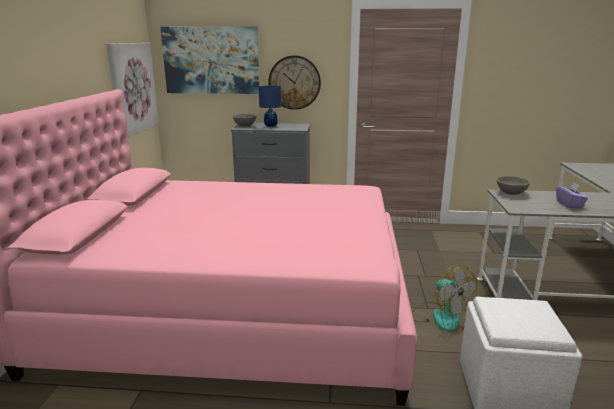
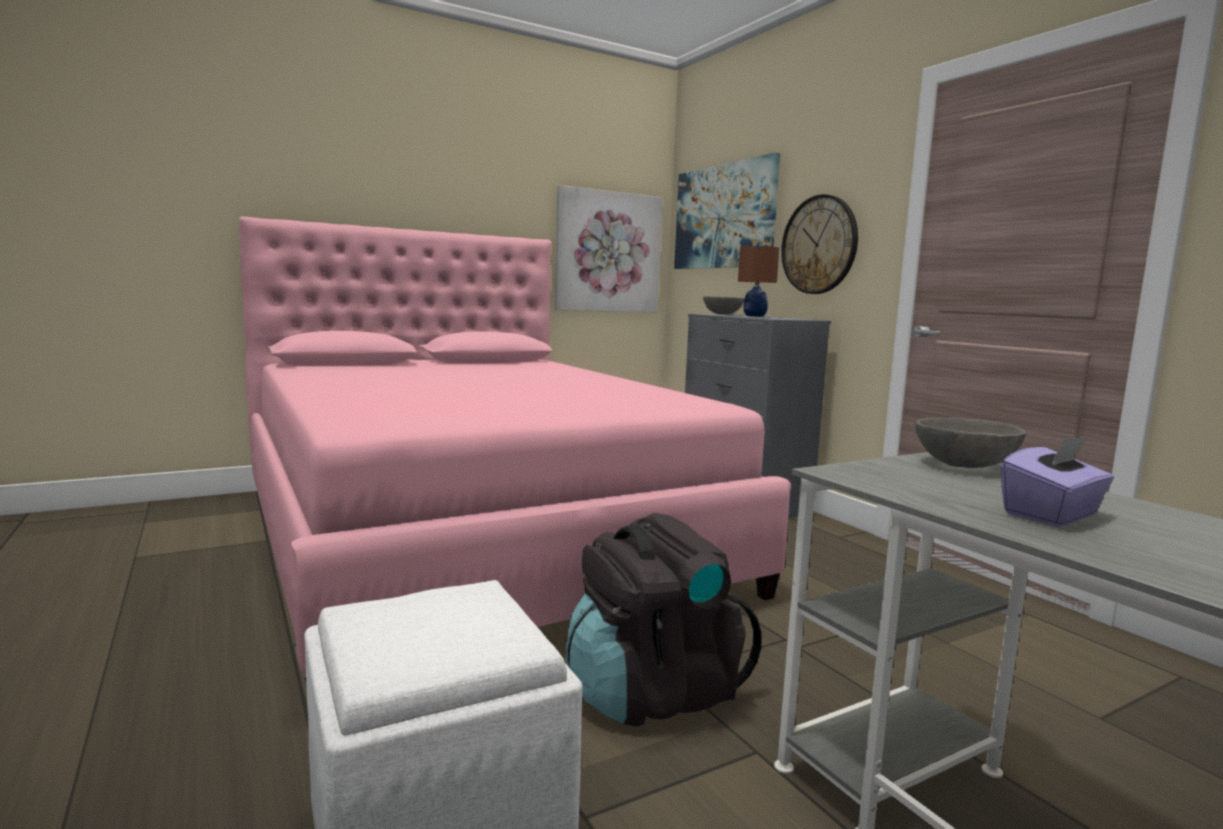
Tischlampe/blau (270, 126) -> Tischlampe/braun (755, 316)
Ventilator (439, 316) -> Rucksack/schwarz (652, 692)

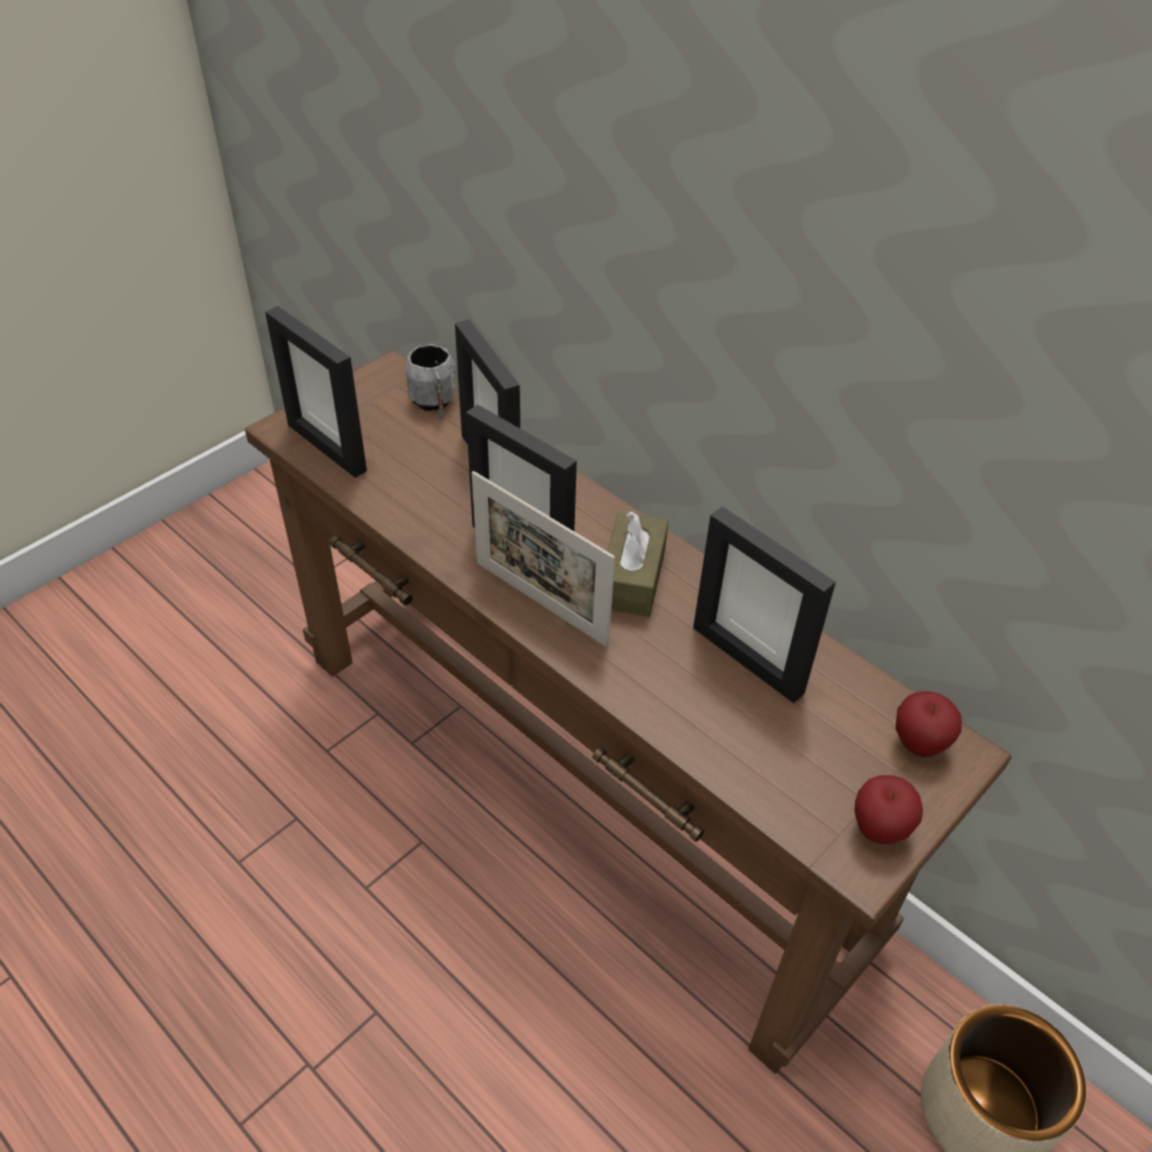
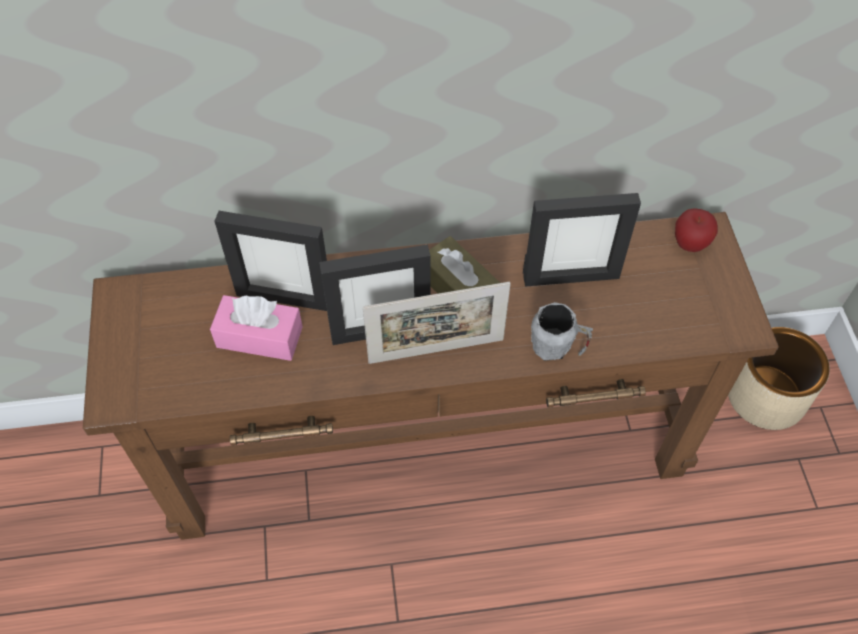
Bilderrahmen (328, 446) -> none
Henkelbecher/grau (434, 404) -> Henkelbecher/grau (557, 348), moved
Apfel (879, 830) -> none
none -> Taschentuchbox/rosa (259, 337)

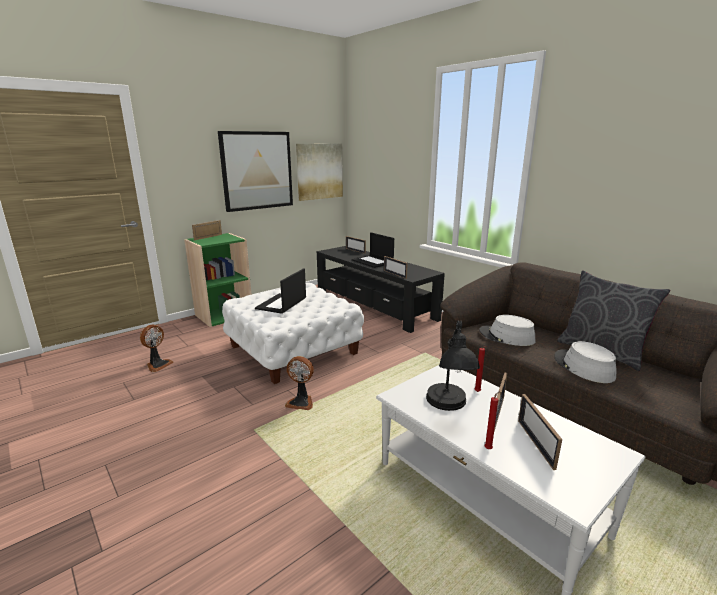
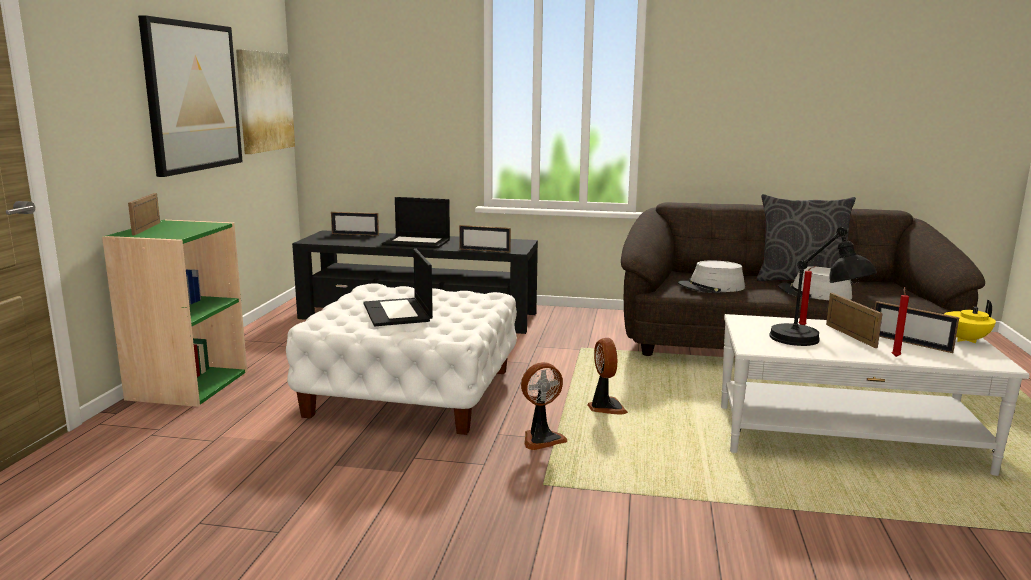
Ventilator (158, 365) -> Ventilator (605, 407), moved
none -> Teekanne/gelb (964, 340)

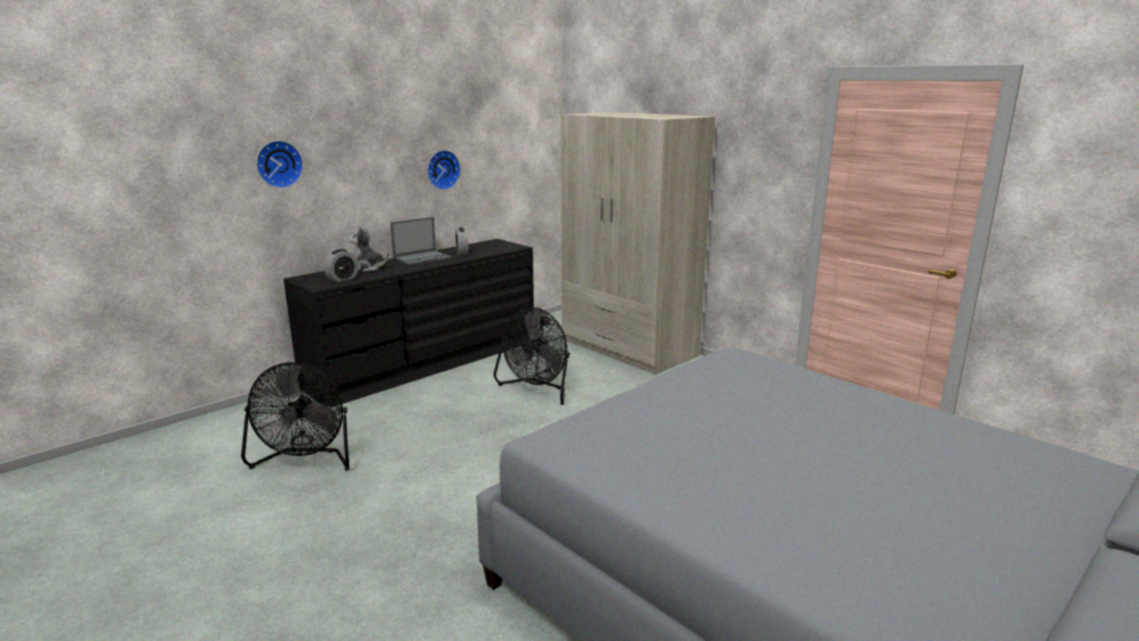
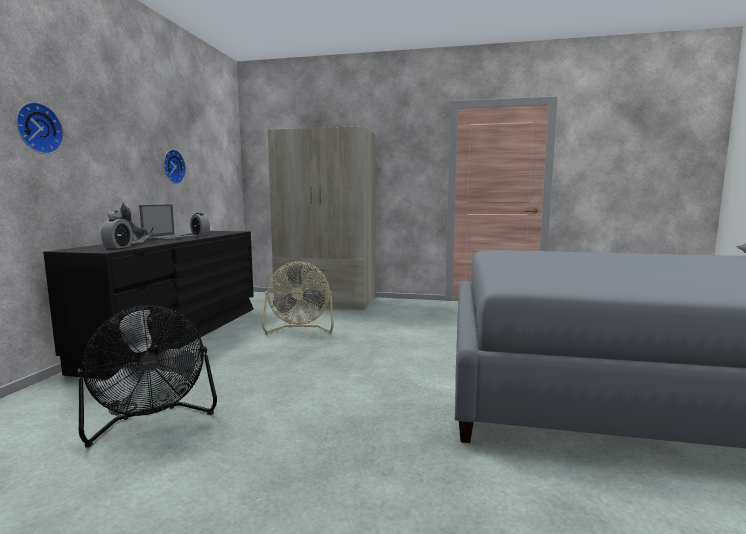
Ventilator/schwarz (537, 388) -> Ventilator/beige (298, 329)

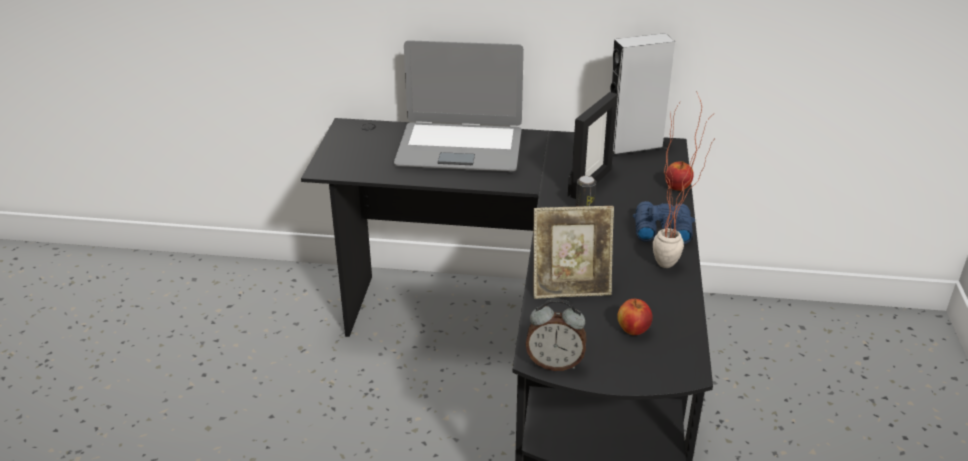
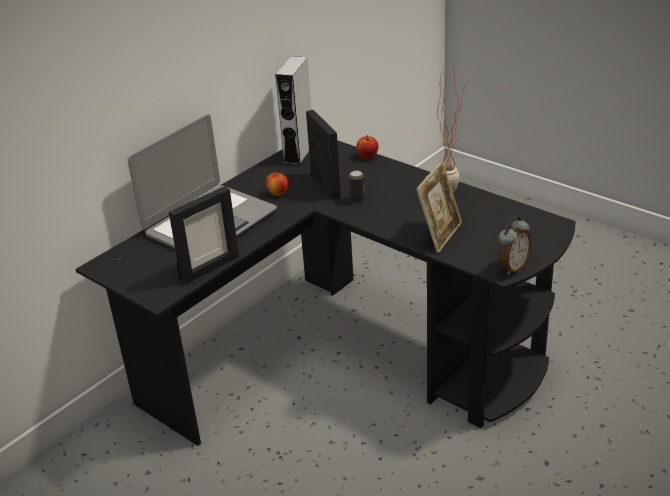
Fernglas/blau (661, 229) -> none
Apfel (633, 330) -> Apfel (278, 193), moved
none -> Bilderrahmen (209, 268)

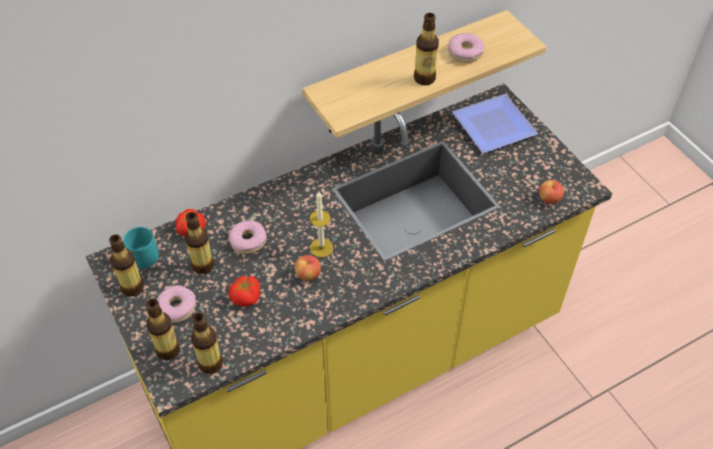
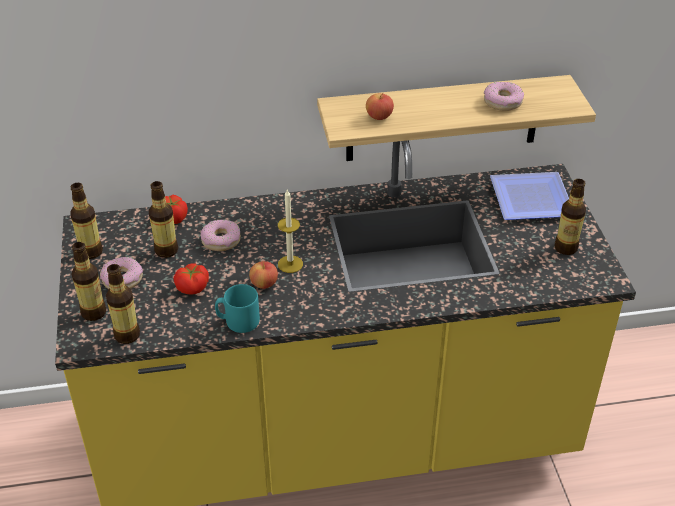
Flasche (424, 78) -> Flasche (566, 248), moved
Apfel (549, 199) -> Apfel (379, 116), moved
Henkelbecher/türkis (140, 258) -> Henkelbecher/türkis (238, 321), moved

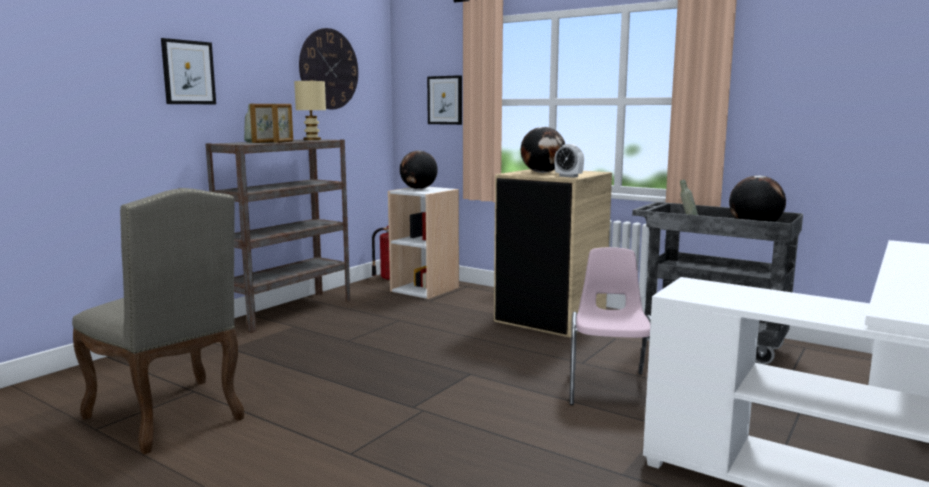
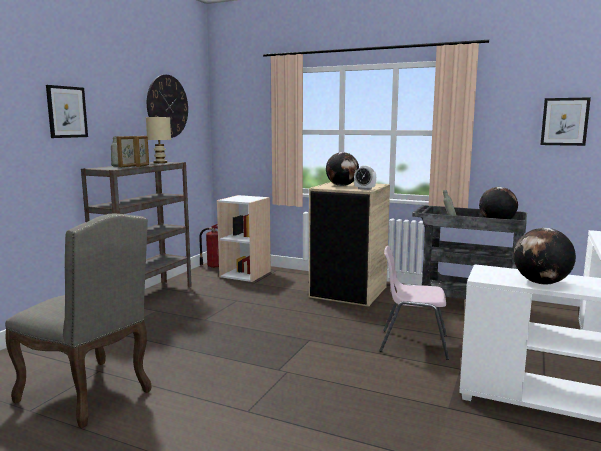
Bild (445, 100) -> Bild (564, 121), moved
Globus (418, 189) -> Globus (541, 283), moved
Stuhl/rosa (609, 388) -> Stuhl/rosa (412, 343), 75 degrees counterclockwise

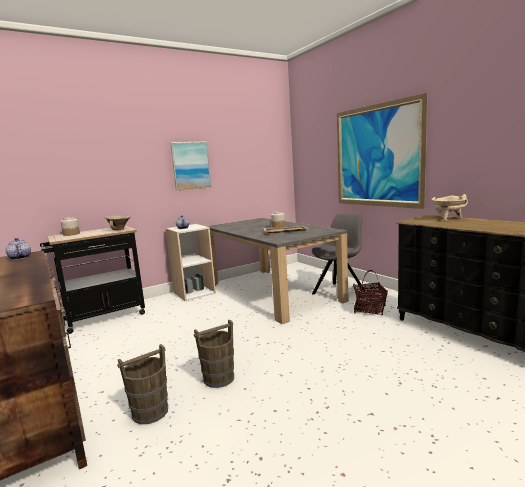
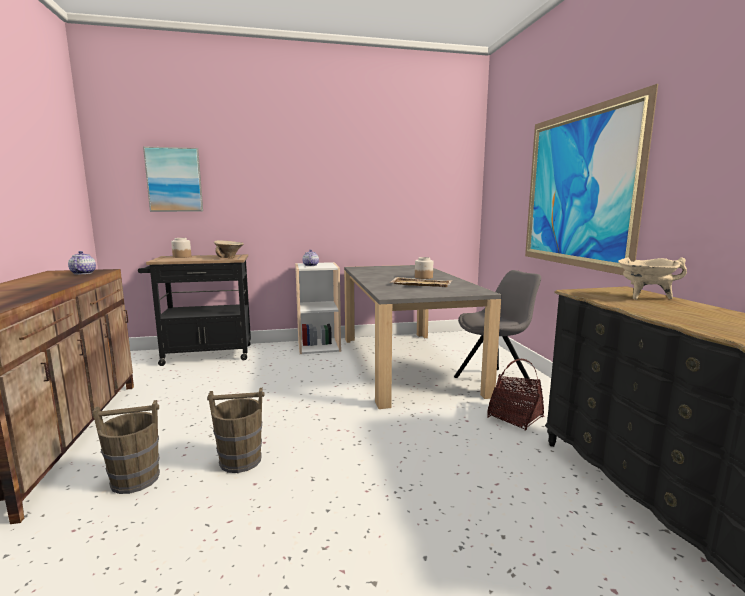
Bild (190, 165) -> Bild (174, 180), moved

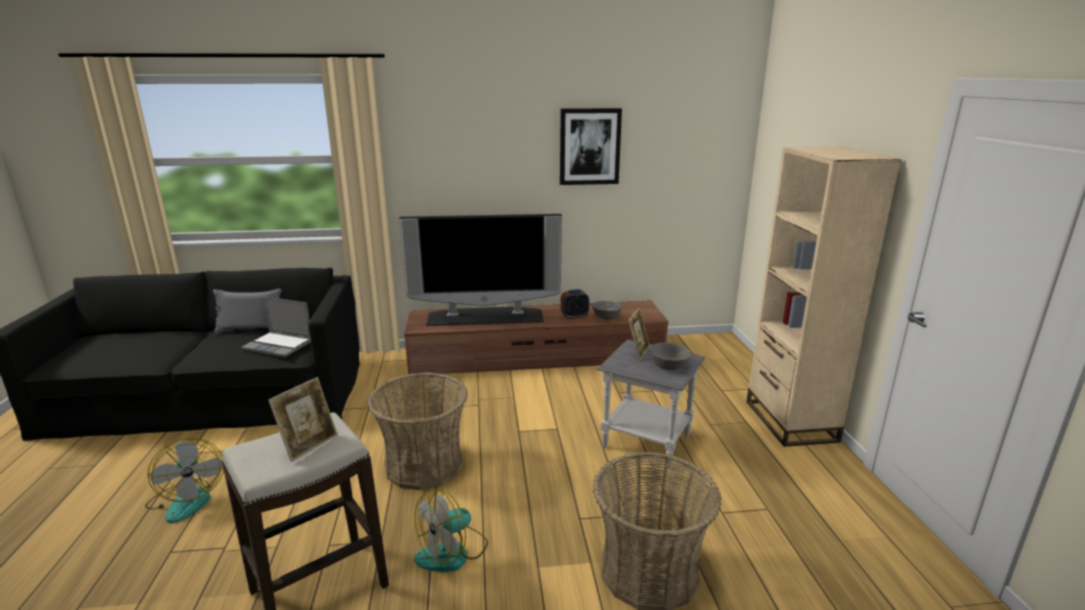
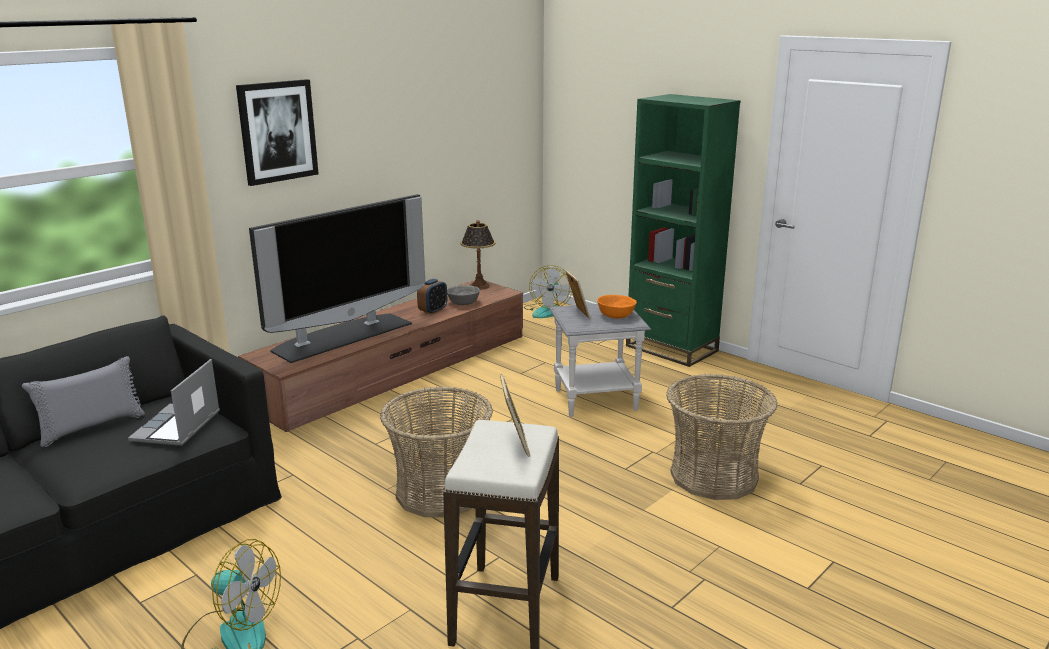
Bild (589, 146) -> Bild (277, 131), moved
Bücherregal/beige (790, 421) -> Bücherregal/grün (671, 348)
Laptop (279, 345) -> Laptop (177, 427), 120 degrees clockwise
Schüssel/grau (669, 365) -> Schüssel/orange (616, 315)
Ventilator (452, 552) -> Ventilator (547, 311), moved
none -> Tischlampe (479, 286)

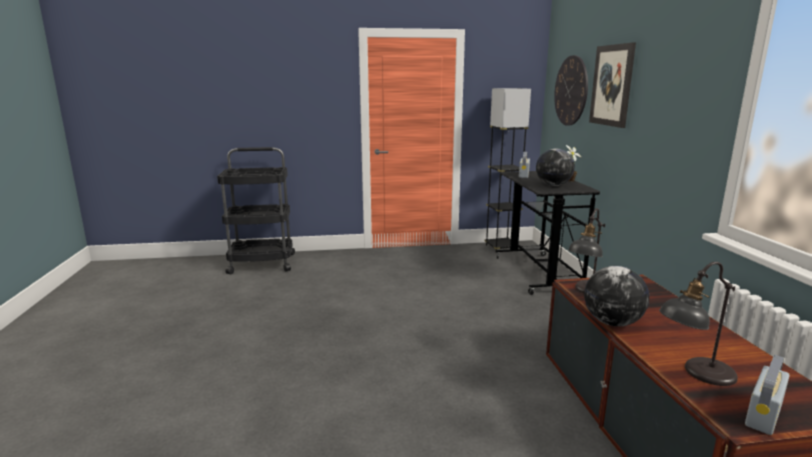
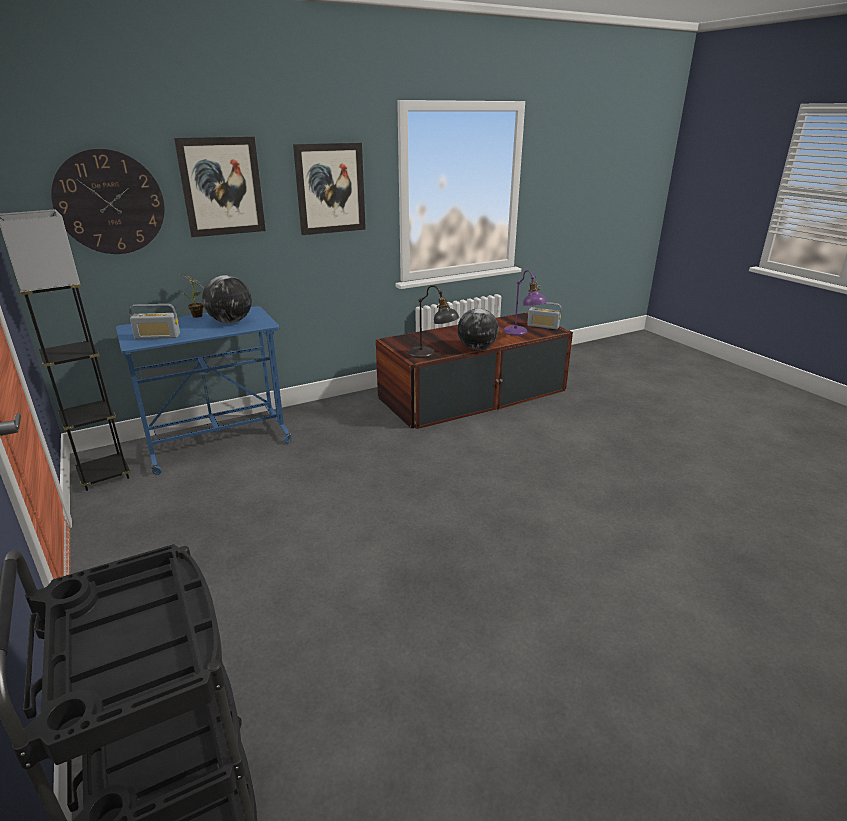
Schreibtisch/schwarz (538, 273) -> Schreibtisch/blau (219, 441)
Tischlampe/grau (694, 375) -> Tischlampe/lila (522, 334)
none -> Bild (330, 188)

